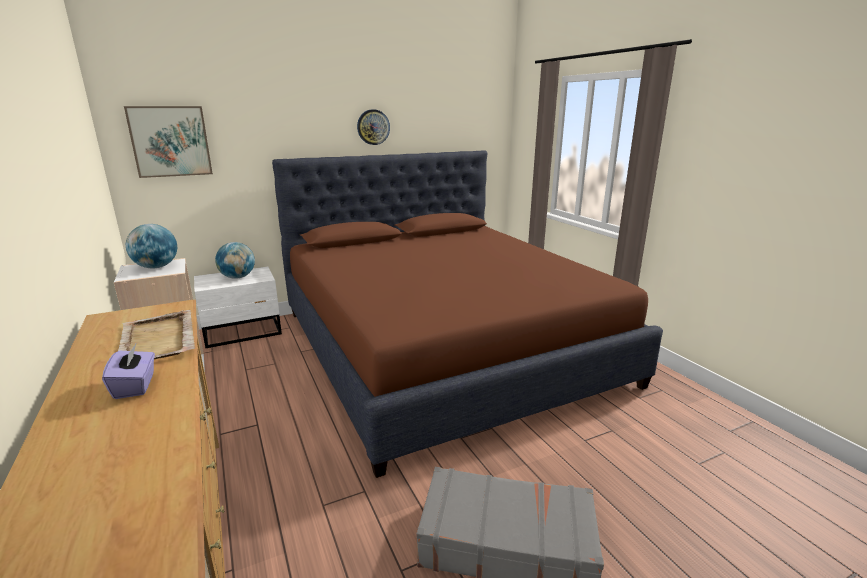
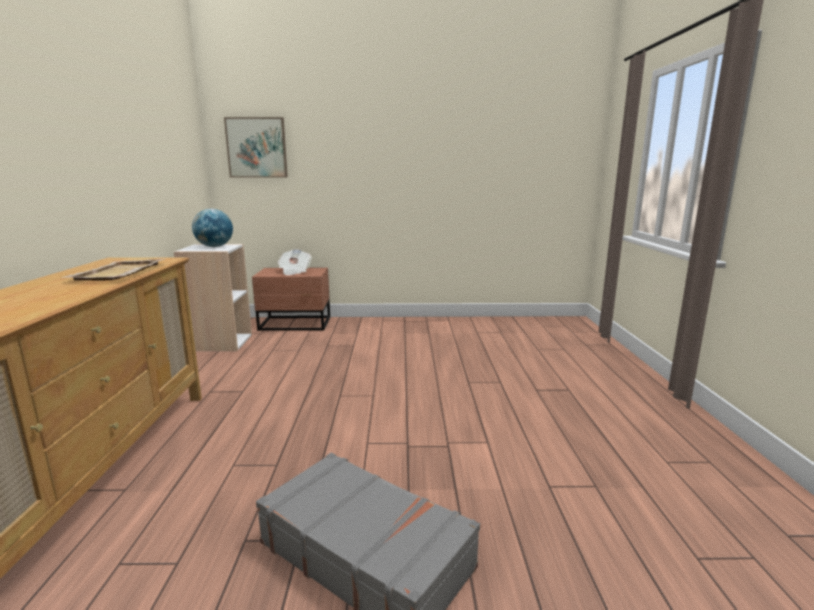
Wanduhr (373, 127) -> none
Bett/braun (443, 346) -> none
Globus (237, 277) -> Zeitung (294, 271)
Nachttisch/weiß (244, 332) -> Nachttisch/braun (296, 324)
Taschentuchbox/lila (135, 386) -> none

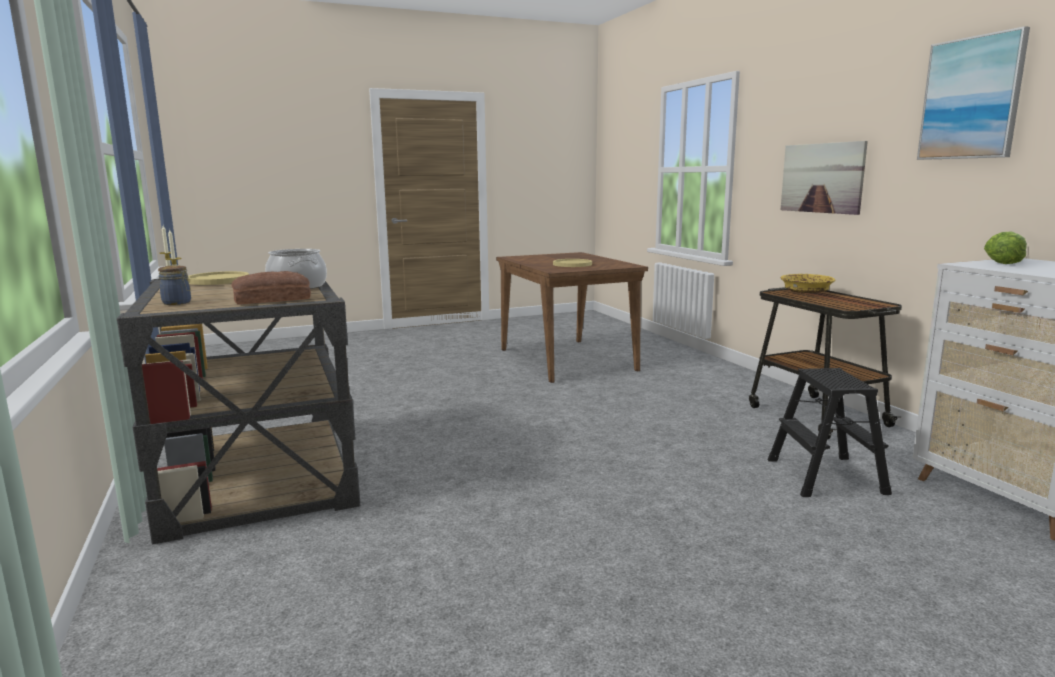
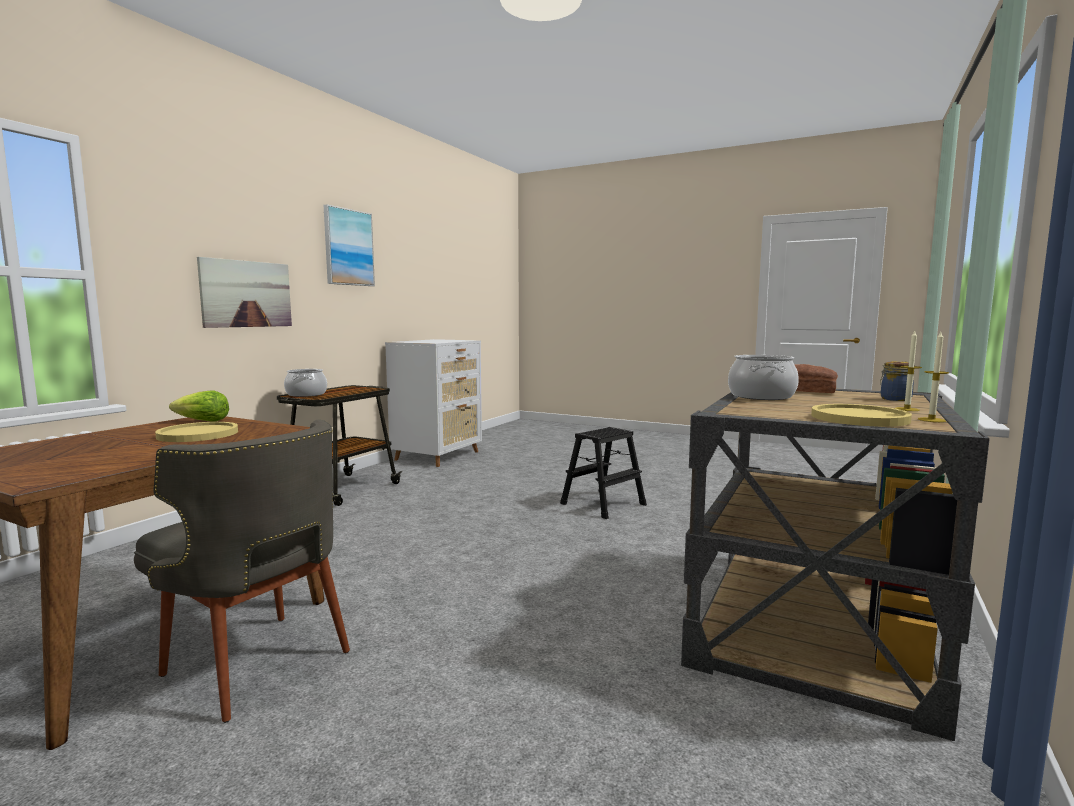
Salatkopf (1004, 262) -> Salatkopf (201, 421), moved
Schüssel/gelb (806, 291) -> Kochtopf (306, 394)
Trittleiter/schwarz (826, 476) -> Trittleiter/schwarz (603, 504), moved
none -> Stuhl/grau (257, 663)

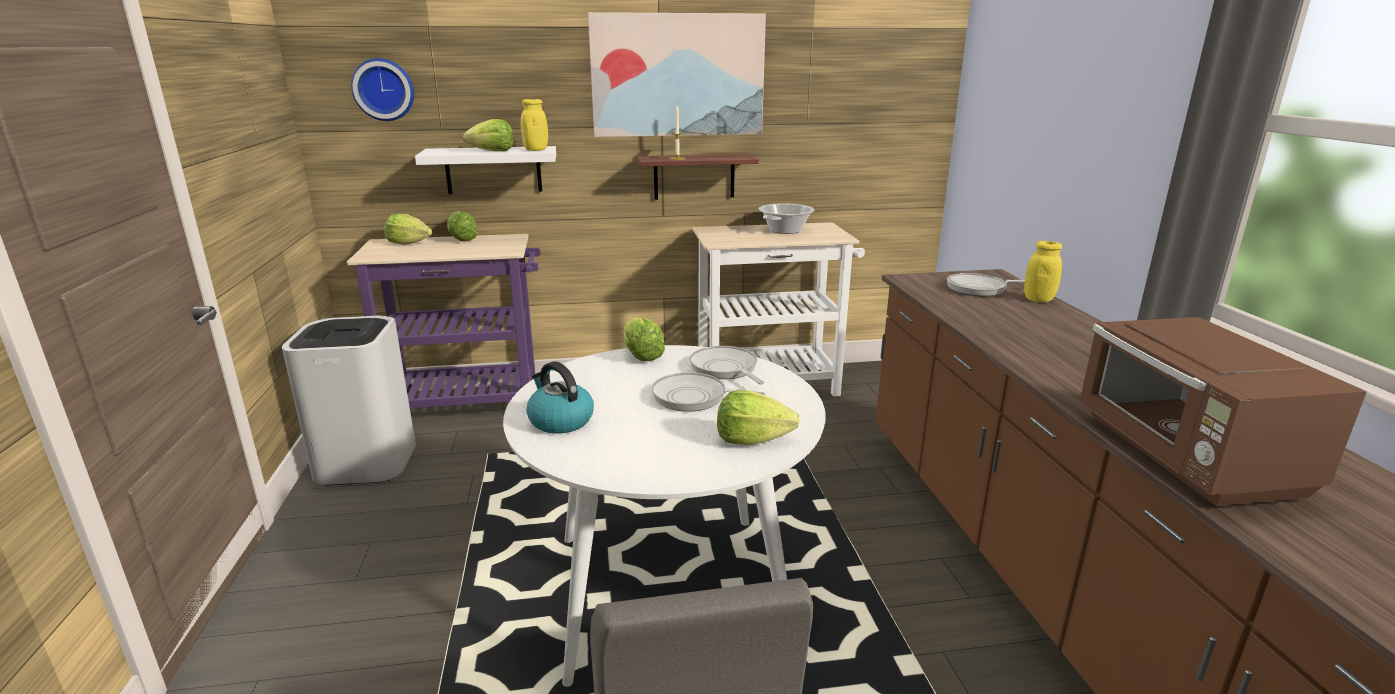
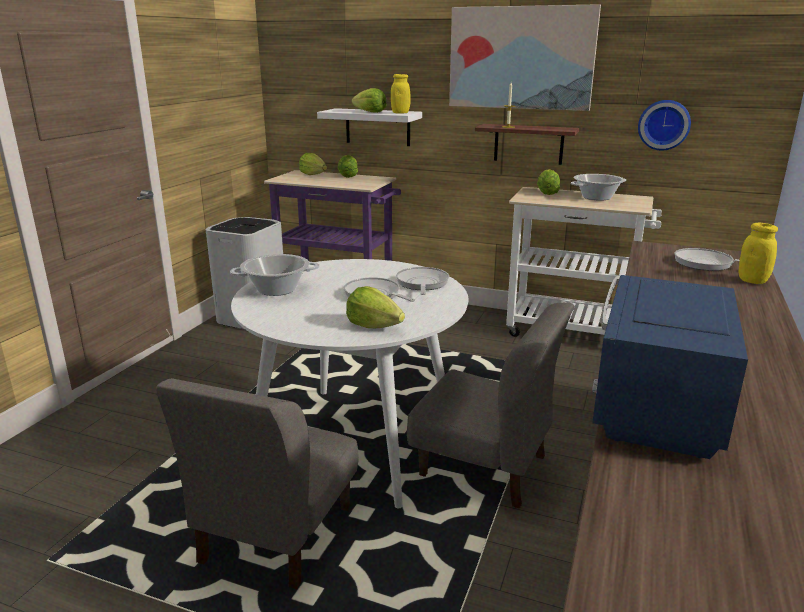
Wanduhr (384, 89) -> Wanduhr (664, 125), moved
Salatkopf (641, 355) -> Salatkopf (547, 193), moved
Mikrowelle/braun (1186, 458) -> Mikrowelle/blau (655, 408)
Wasserkessel (560, 420) -> Kochtopf (277, 289)
none -> Stuhl/grau (484, 466)

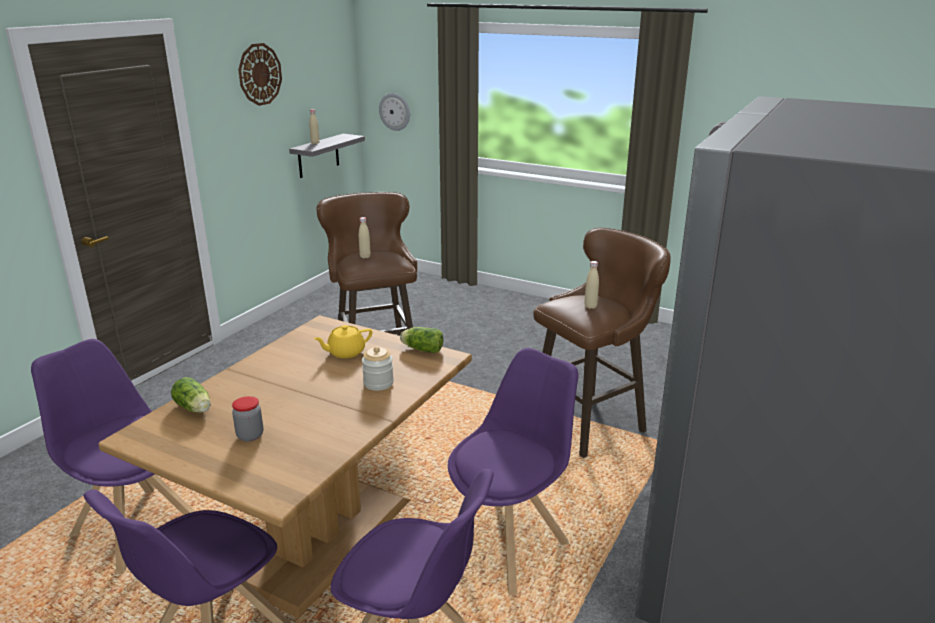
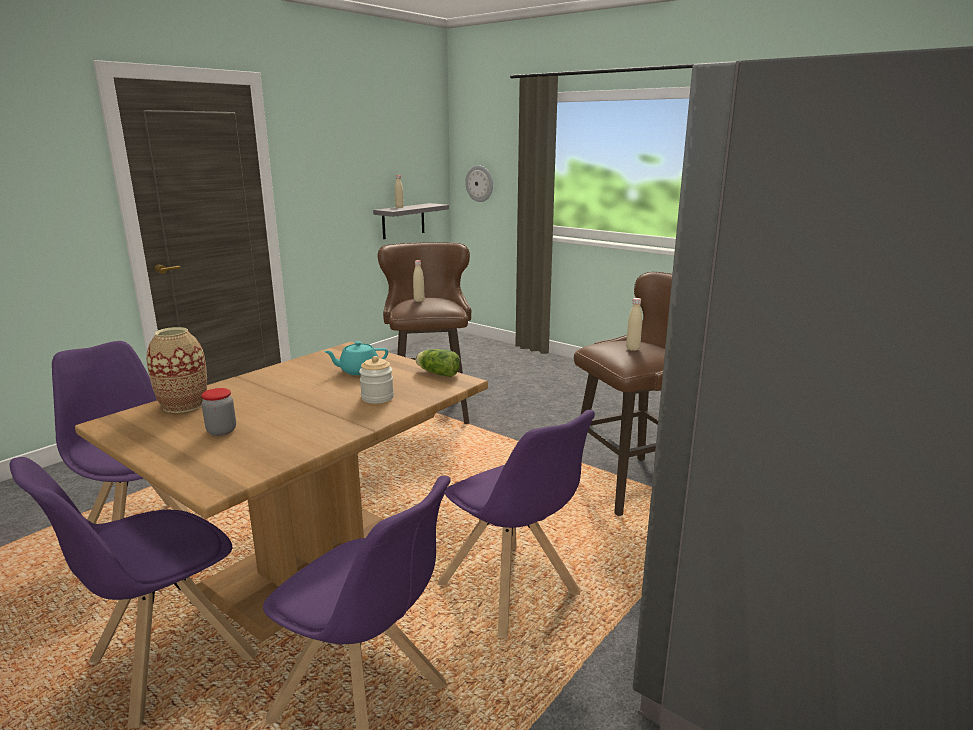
Wanduhr (259, 74) -> none
Teekanne/gelb (345, 352) -> Teekanne/türkis (358, 371)
Stuhl/lila (509, 542) -> Stuhl/lila (512, 592), 90 degrees clockwise
Salatkopf (195, 408) -> Vase (183, 405)

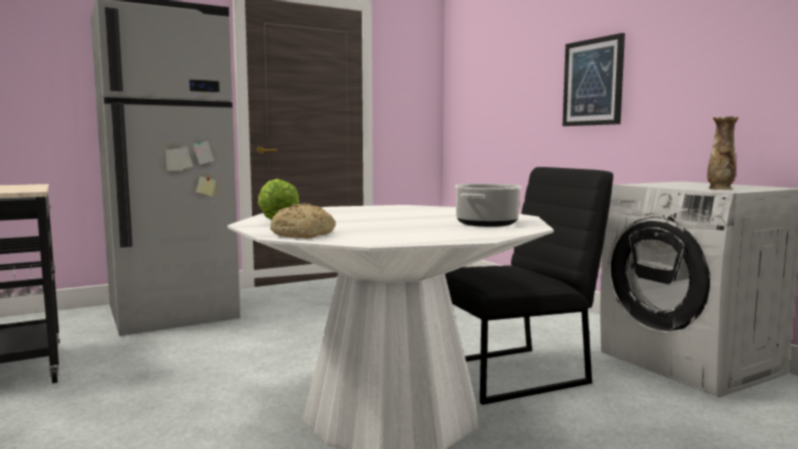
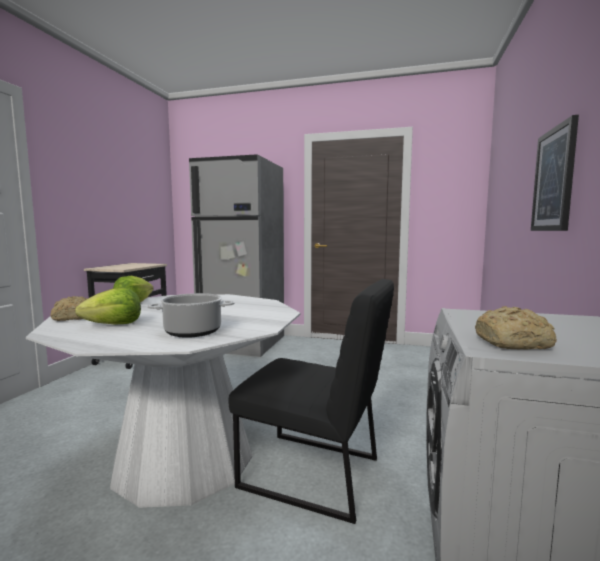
Vase (720, 189) -> Brot (514, 343)
none -> Salatkopf (114, 324)

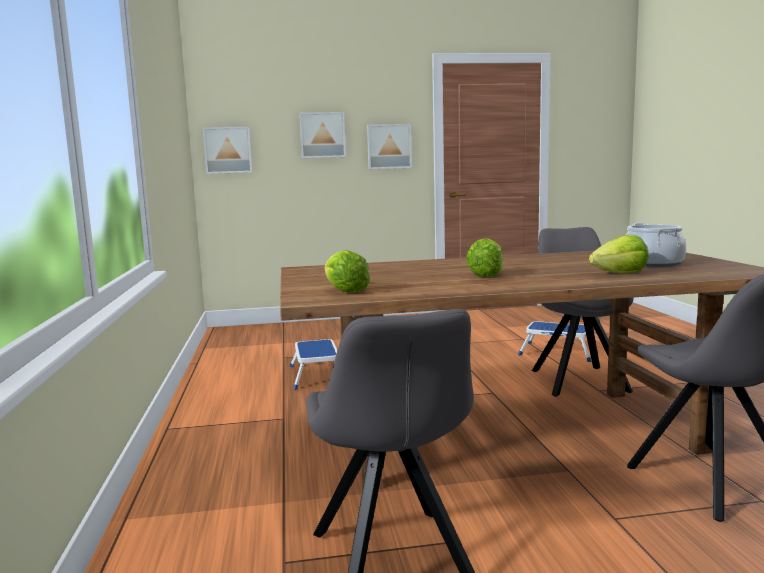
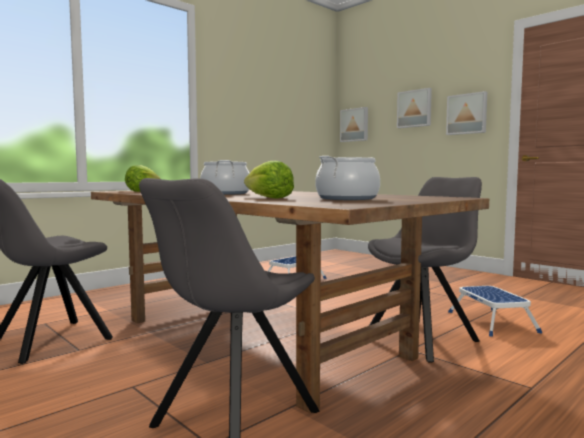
Salatkopf (486, 275) -> Kochtopf (225, 193)

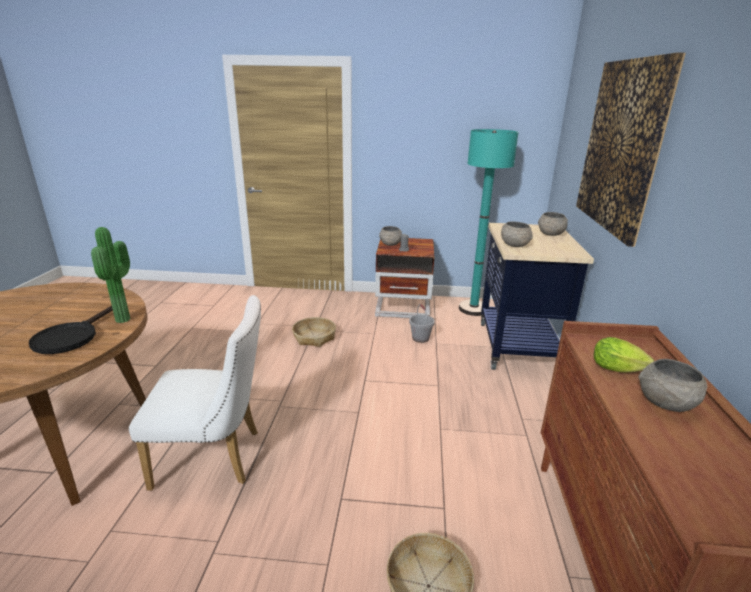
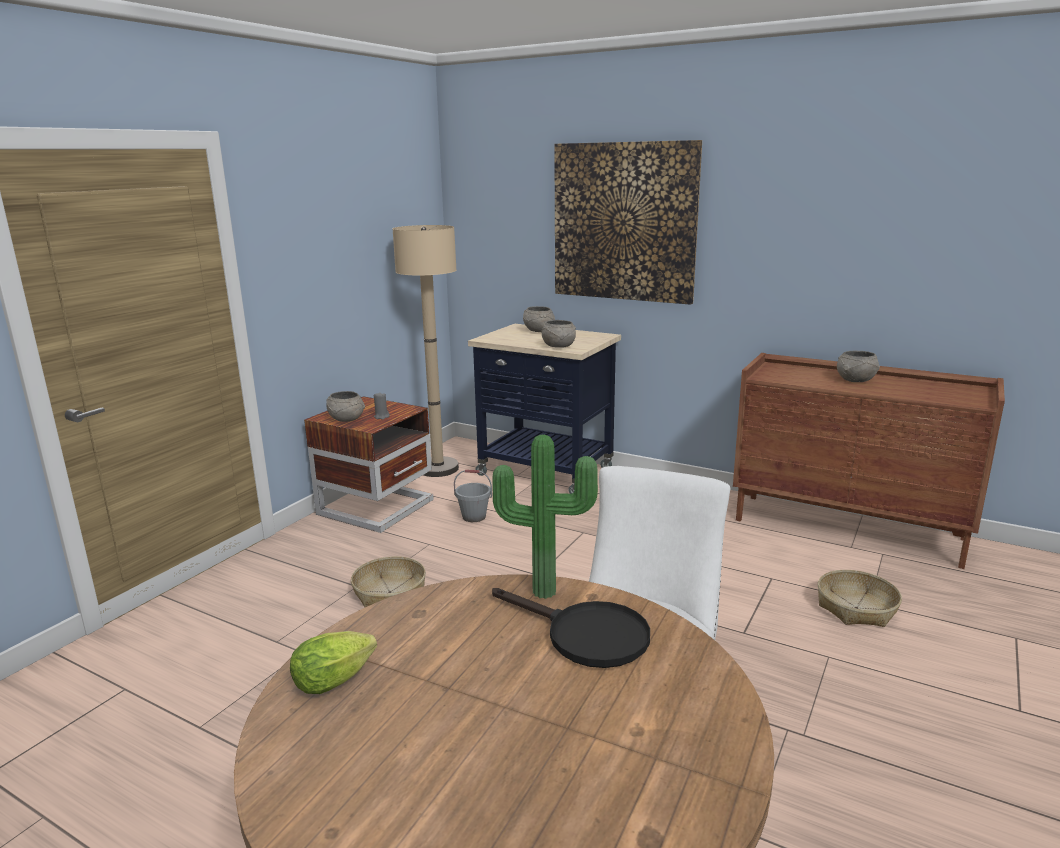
Stehlampe/türkis (473, 309) -> Stehlampe/beige (438, 468)
Salatkopf (619, 370) -> Salatkopf (338, 679), moved

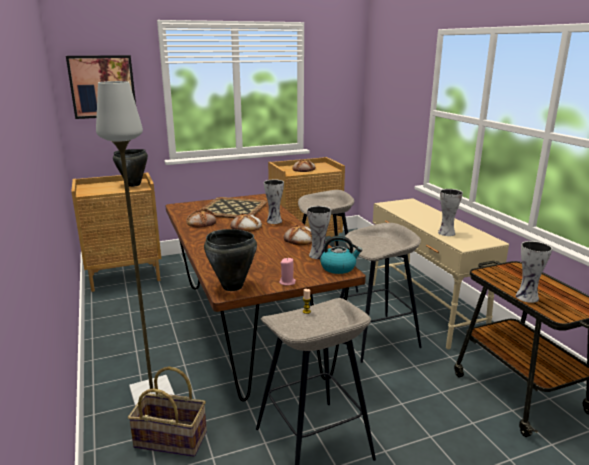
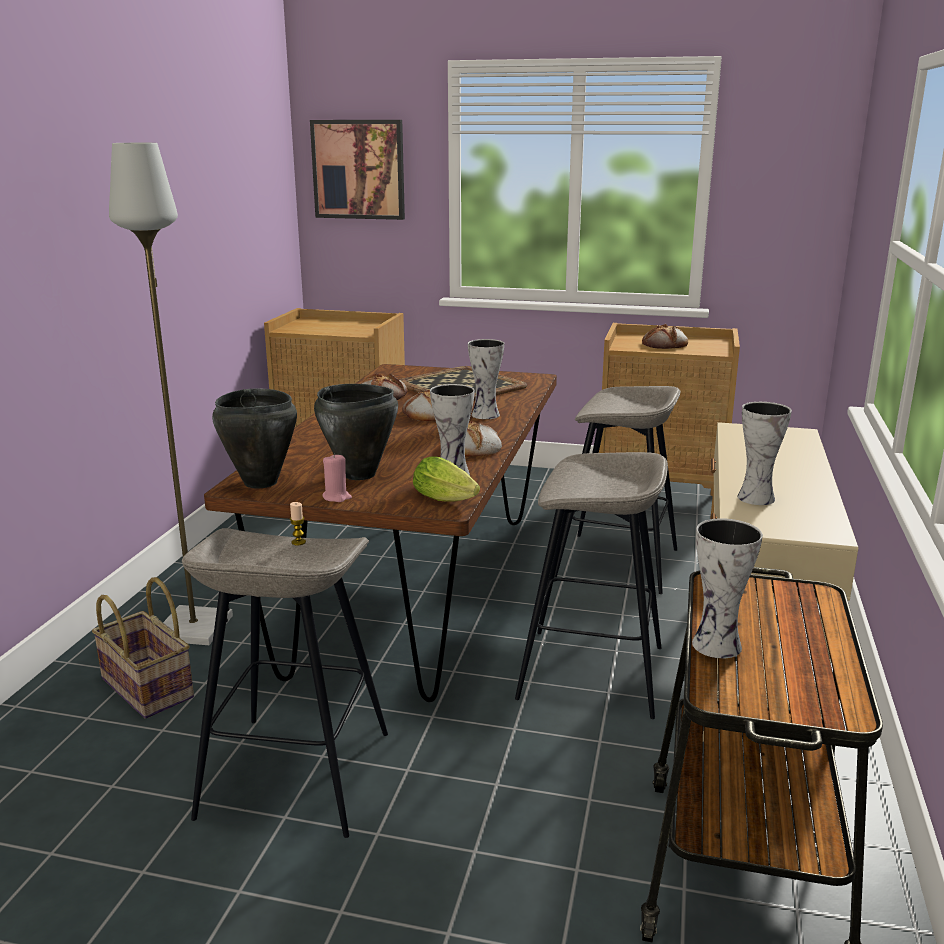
Kochtopf/schwarz (134, 185) -> Kochtopf/schwarz (359, 475), moved
Wasserkessel (338, 267) -> Salatkopf (447, 499)

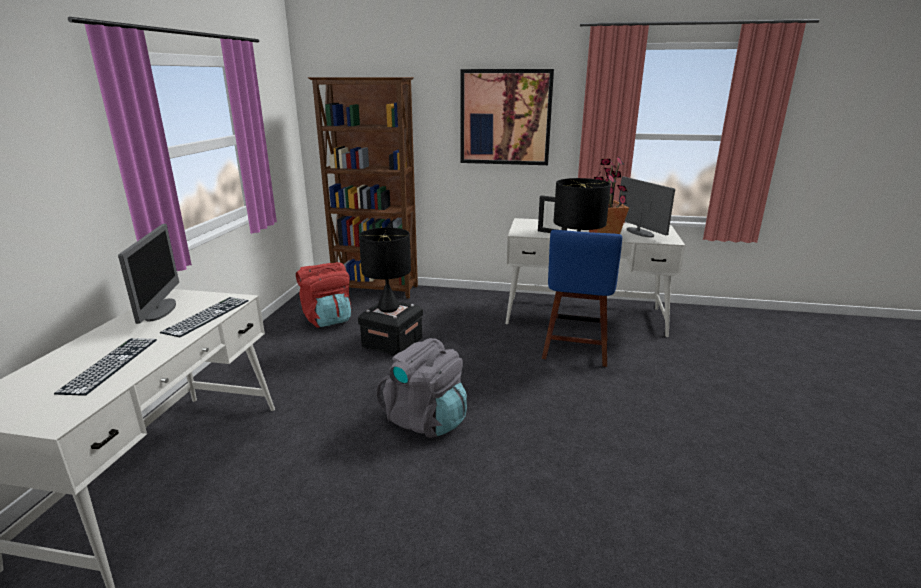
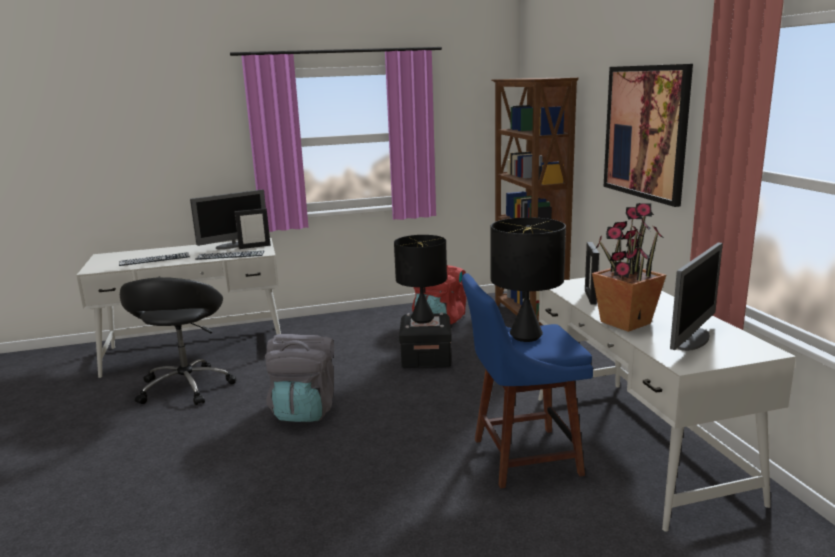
none -> Bilderrahmen (254, 246)
none -> Bürostuhl/schwarz (185, 388)

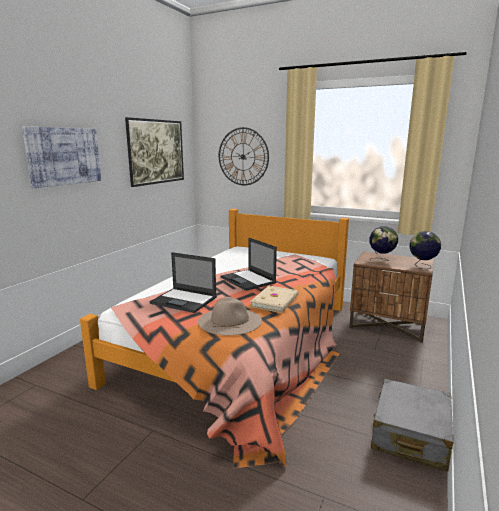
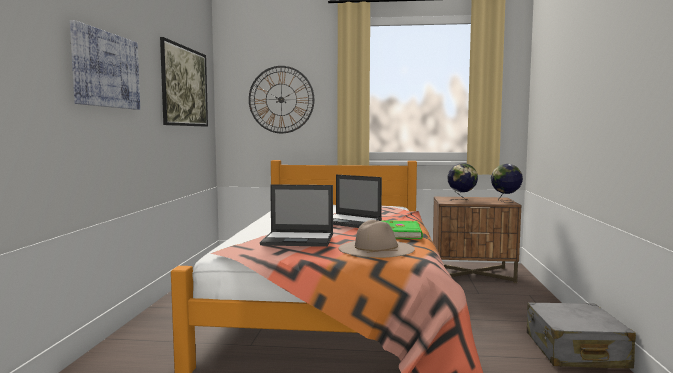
Buch/beige (276, 301) -> Buch/grün (401, 233)

